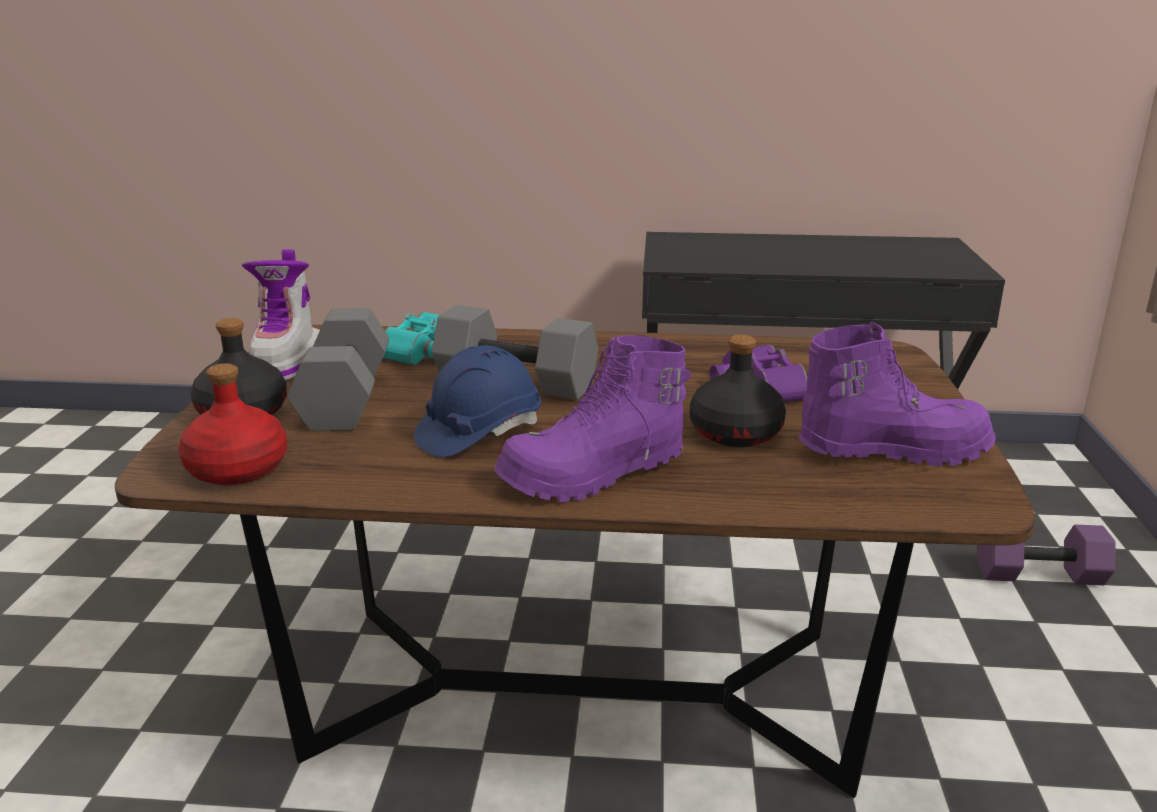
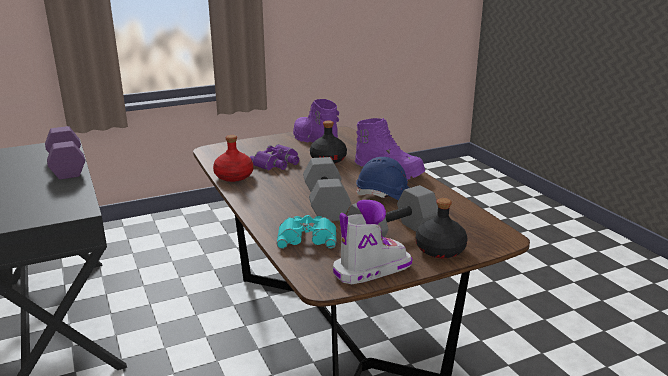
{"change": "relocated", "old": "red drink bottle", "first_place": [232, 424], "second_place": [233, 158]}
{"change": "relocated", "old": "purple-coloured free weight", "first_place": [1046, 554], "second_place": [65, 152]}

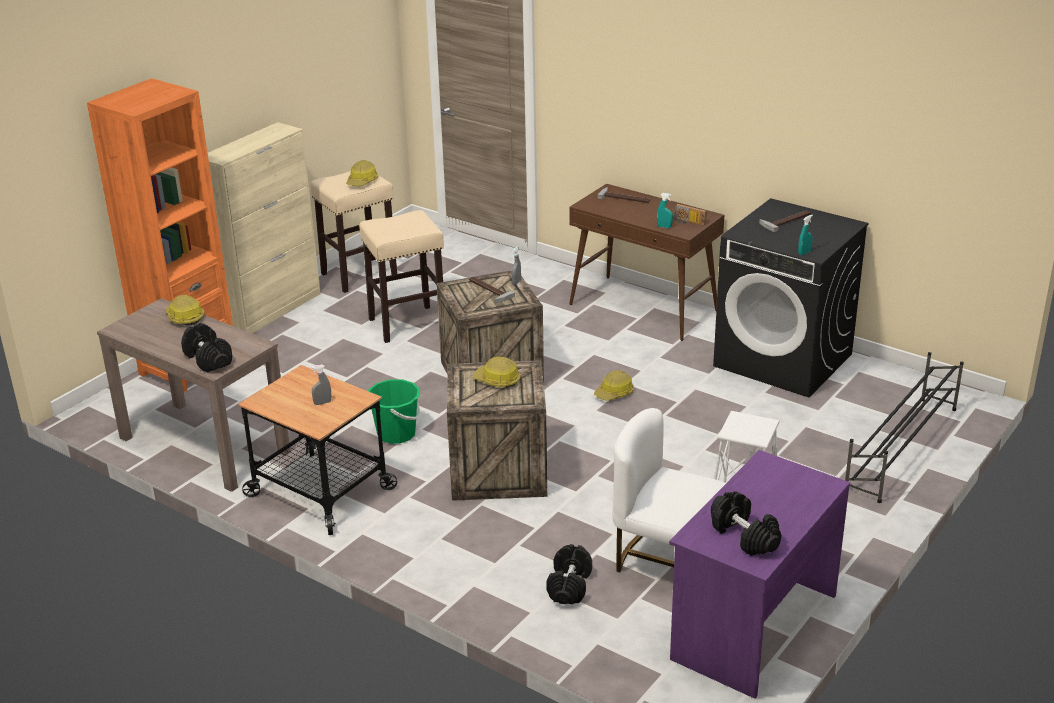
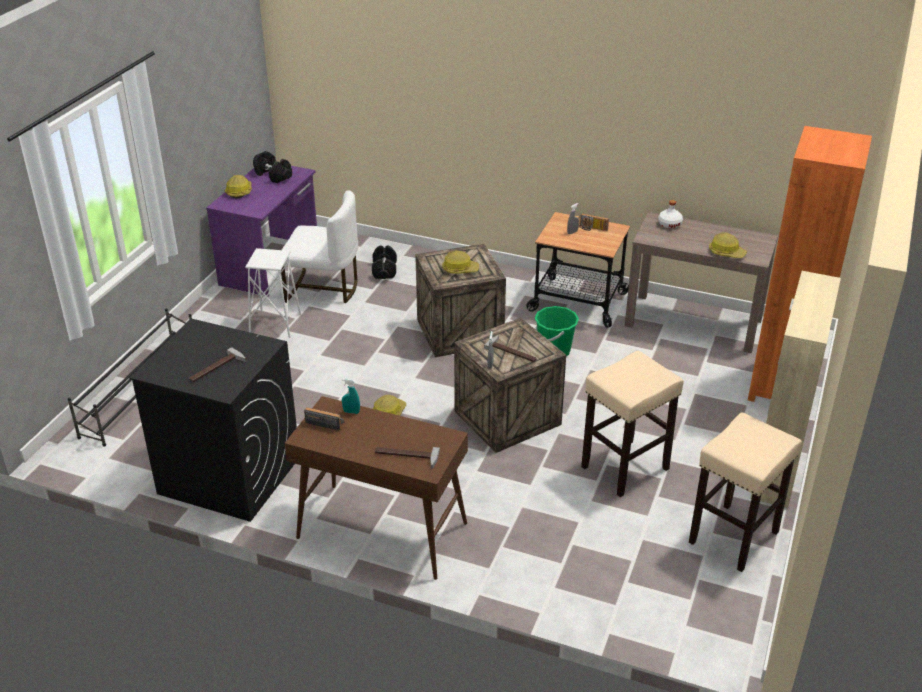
{"change": "missing", "old": "blue-green hand sprayer", "first_place": [805, 235]}
{"change": "appeared", "new": "radio", "second_place": [593, 222]}
{"change": "relocated", "old": "work helmet", "first_place": [362, 173], "second_place": [238, 187]}
{"change": "exchanged", "old": "black-coloured free weight", "new": "white-coloured drink bottle", "first_place": [206, 348], "second_place": [670, 214]}

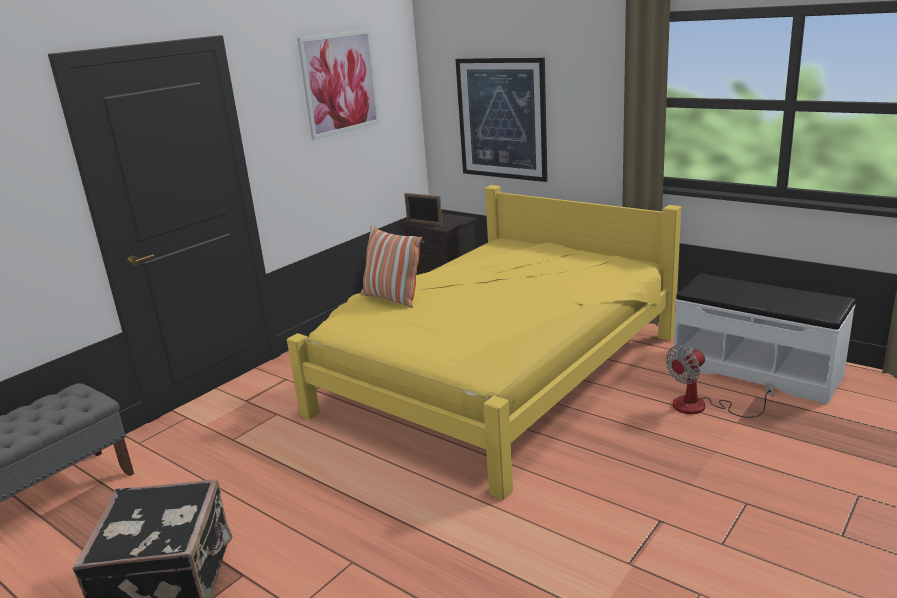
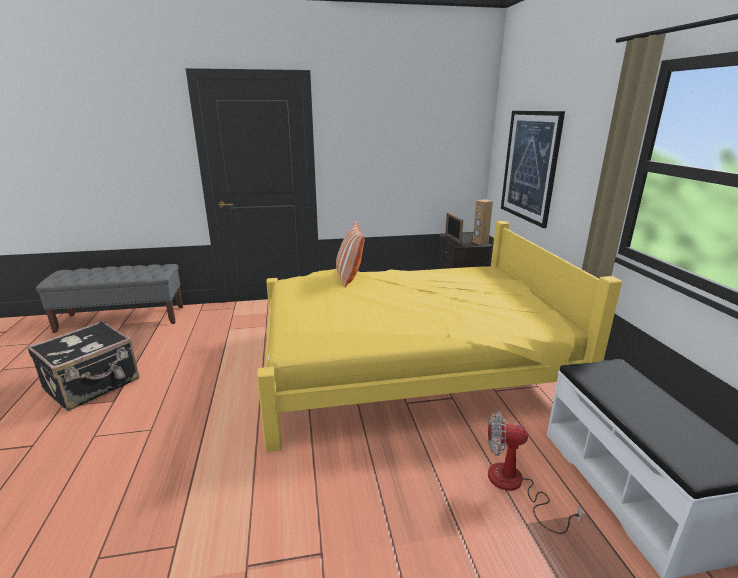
{"change": "missing", "old": "wall art", "first_place": [338, 84]}
{"change": "appeared", "new": "brown-coloured loudspeaker", "second_place": [483, 222]}

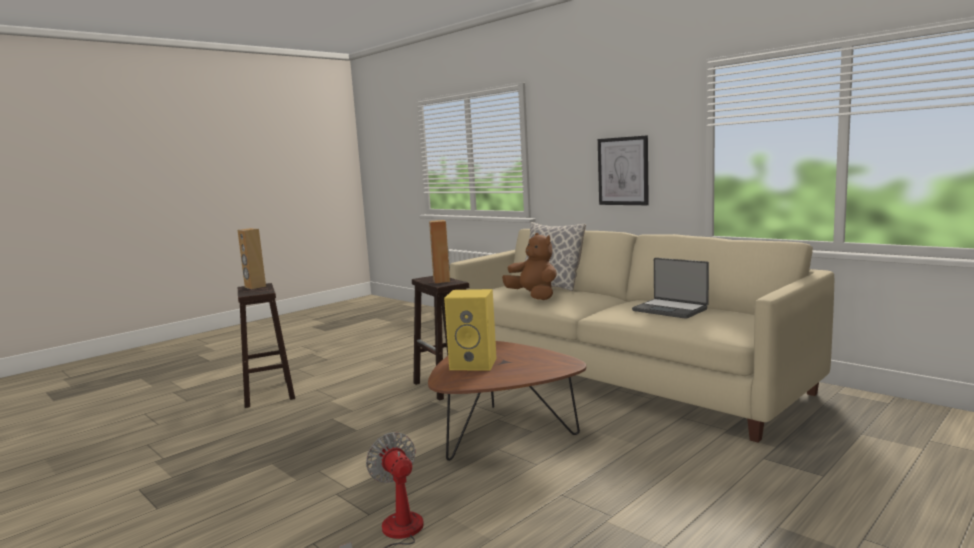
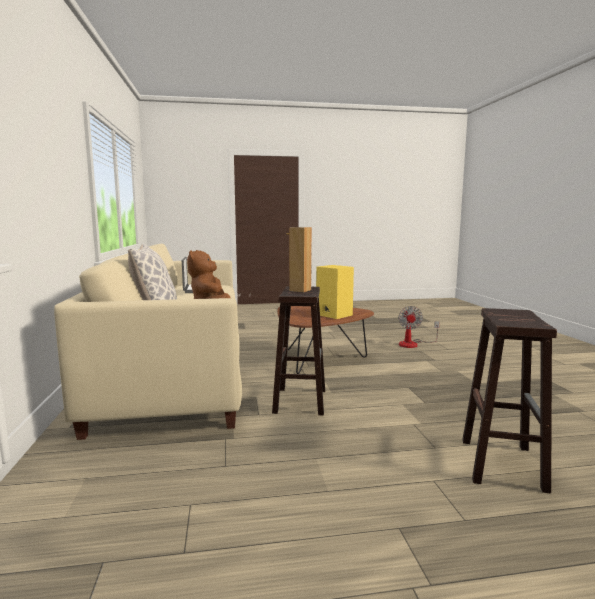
{"change": "missing", "old": "brown-coloured loudspeaker", "first_place": [252, 258]}
{"change": "missing", "old": "wall art", "first_place": [623, 170]}

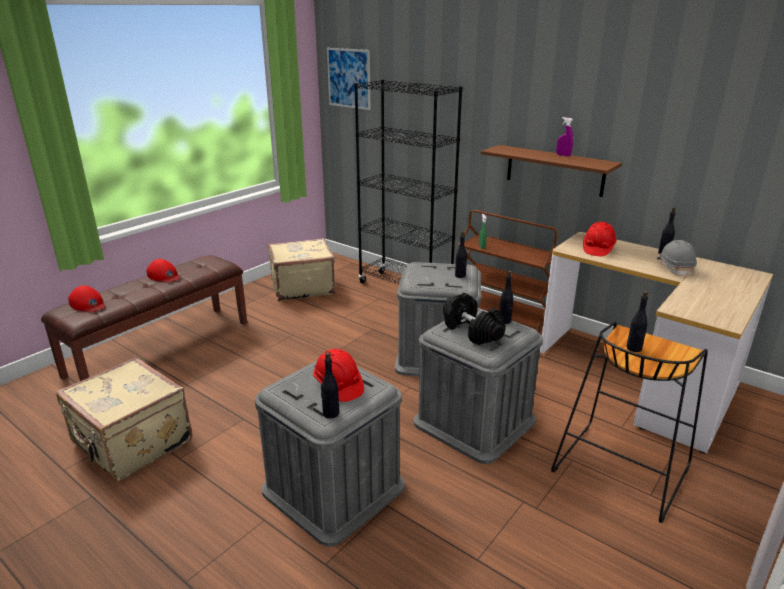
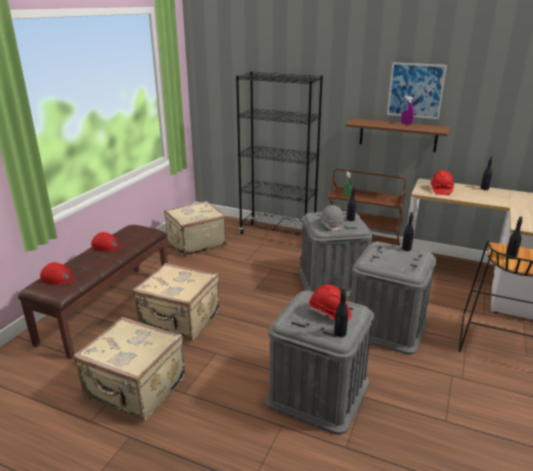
{"change": "missing", "old": "black-coloured free weight", "first_place": [474, 319]}
{"change": "appeared", "new": "beige piece of luggage", "second_place": [176, 301]}
{"change": "relocated", "old": "wall art", "first_place": [348, 79], "second_place": [417, 90]}
{"change": "relocated", "old": "gray work helmet", "first_place": [677, 258], "second_place": [332, 218]}

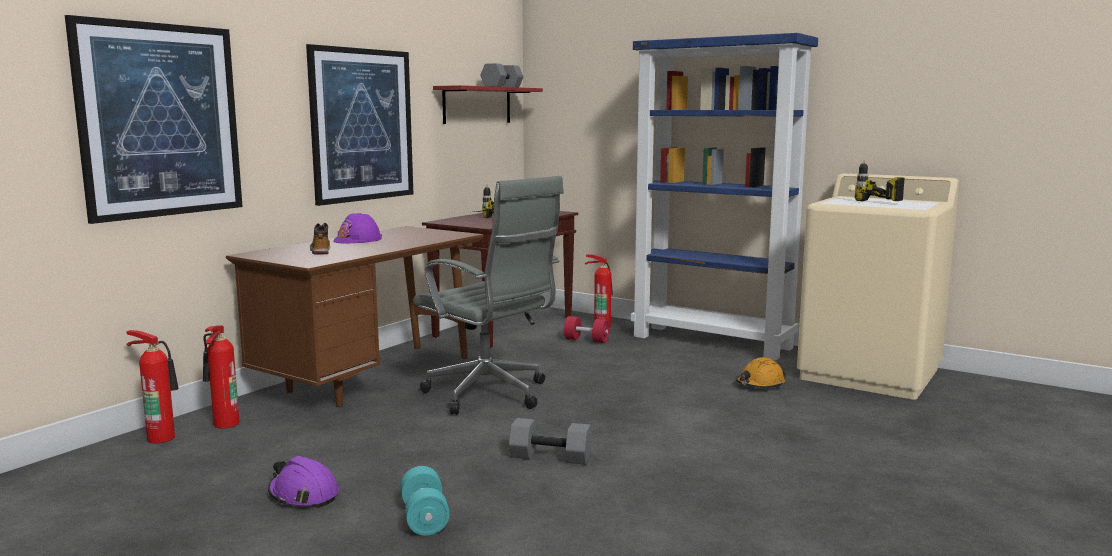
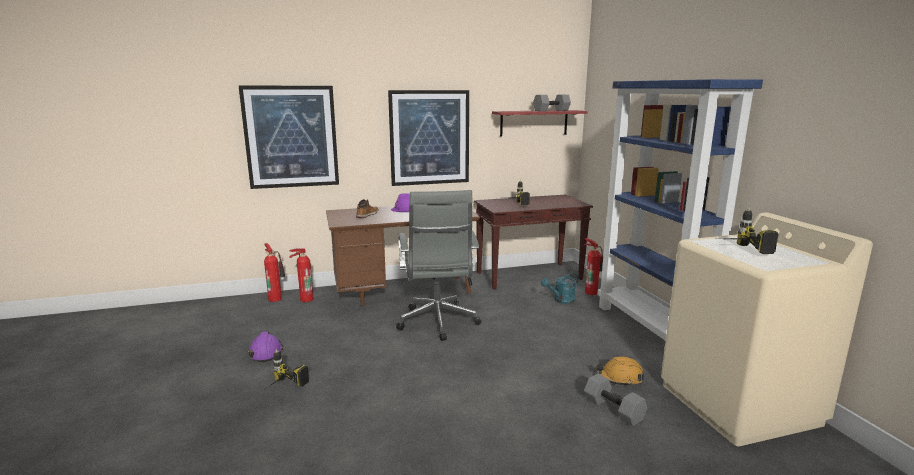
{"change": "relocated", "old": "gray free weight", "first_place": [550, 441], "second_place": [615, 400]}
{"change": "exchanged", "old": "blue-green free weight", "new": "electric drill", "first_place": [425, 501], "second_place": [288, 368]}
{"change": "exchanged", "old": "red free weight", "new": "blue-green sprinkling can", "first_place": [586, 329], "second_place": [560, 288]}

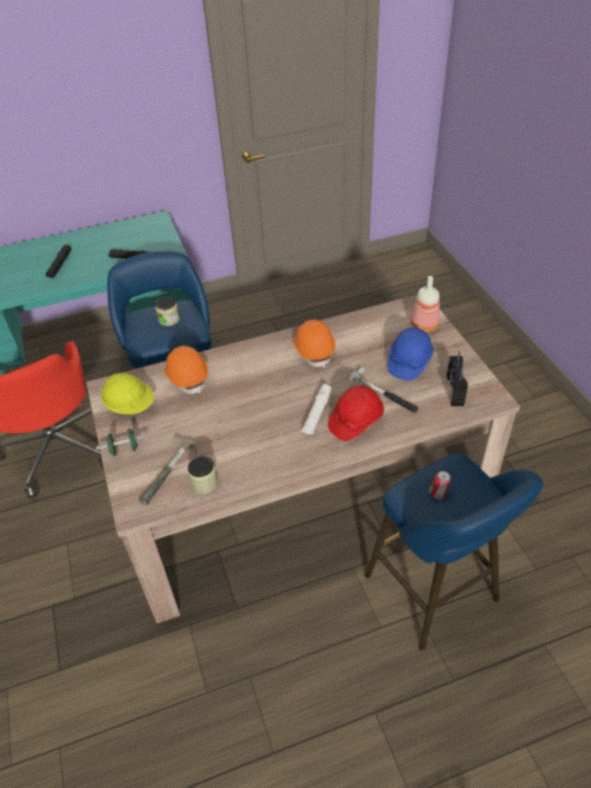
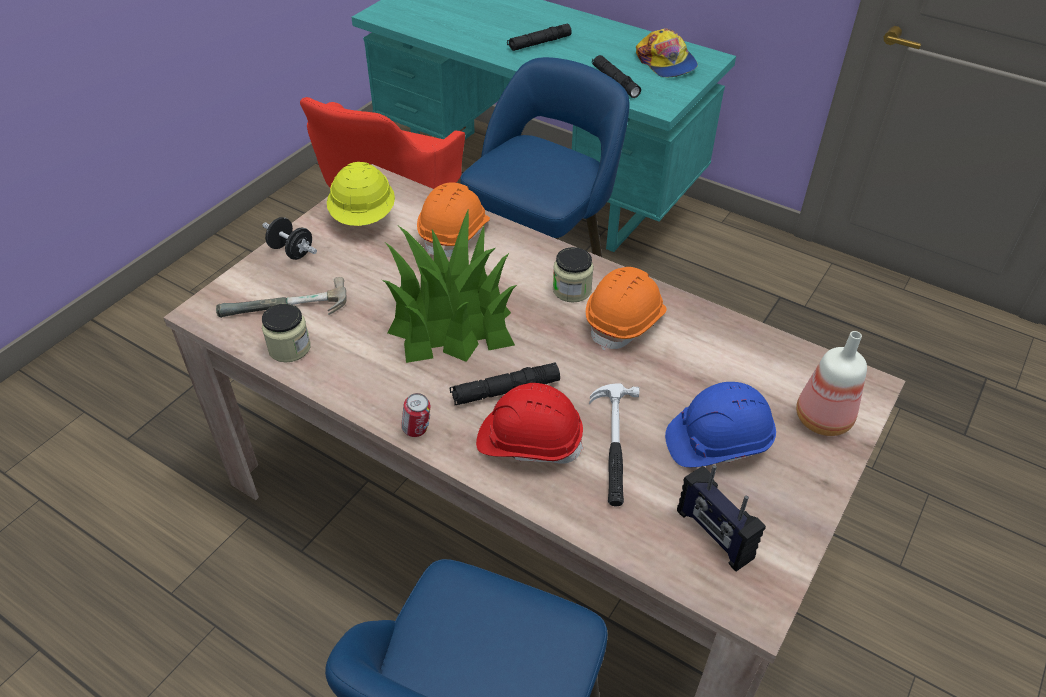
{"change": "appeared", "new": "plant in a pot", "second_place": [449, 286]}
{"change": "appeared", "new": "peaked cap", "second_place": [667, 52]}
{"change": "relocated", "old": "jar", "first_place": [168, 311], "second_place": [573, 274]}
{"change": "relocated", "old": "can", "first_place": [440, 485], "second_place": [415, 415]}
{"change": "colour", "old": "greenish free weight", "new": "black-coloured free weight", "first_place": [121, 442], "second_place": [290, 238]}
{"change": "colour", "old": "white-coloured torch", "new": "black-coloured torch", "first_place": [317, 409], "second_place": [505, 383]}
{"change": "spun", "old": "radio", "first_place": [457, 378], "second_place": [721, 518], "degrees": -90}

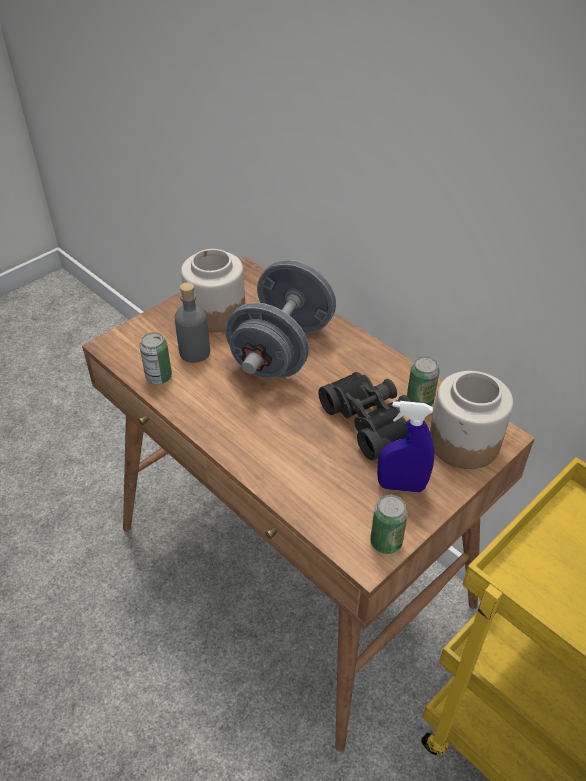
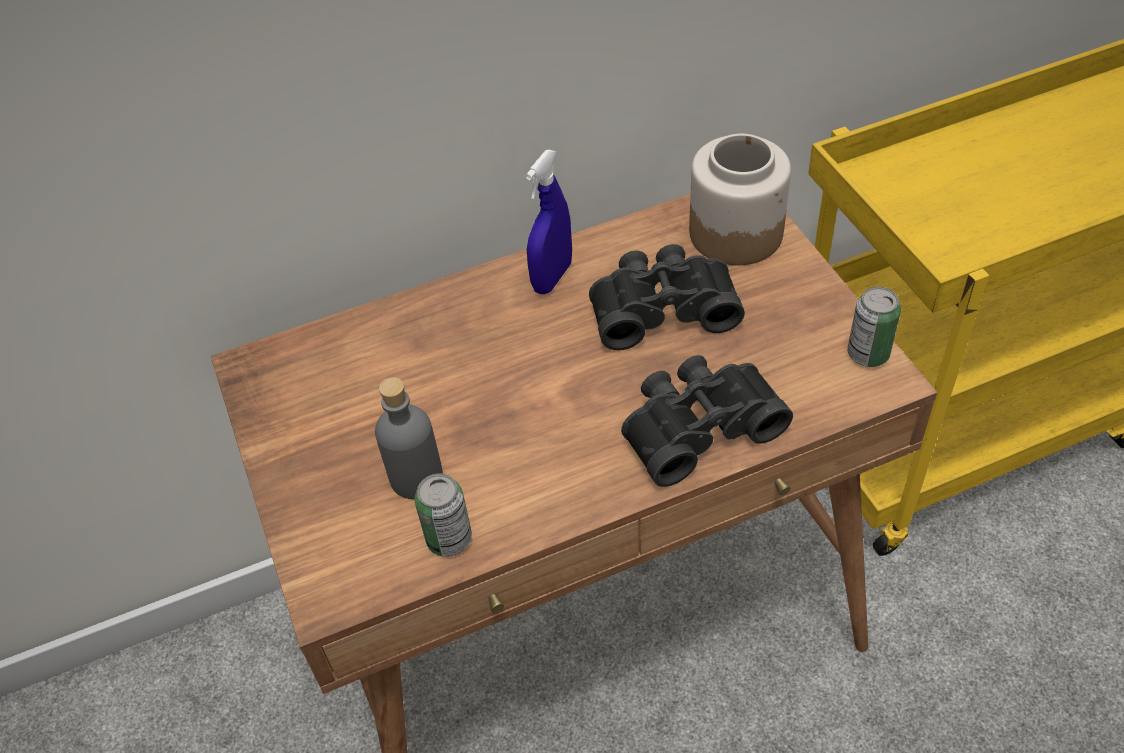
{"change": "missing", "old": "jar", "first_place": [213, 290]}
{"change": "missing", "old": "gray free weight", "first_place": [280, 319]}
{"change": "missing", "old": "can", "first_place": [423, 381]}
{"change": "appeared", "new": "black-coloured field glasses", "second_place": [707, 421]}
{"change": "relocated", "old": "blue hand sprayer", "first_place": [406, 446], "second_place": [549, 222]}

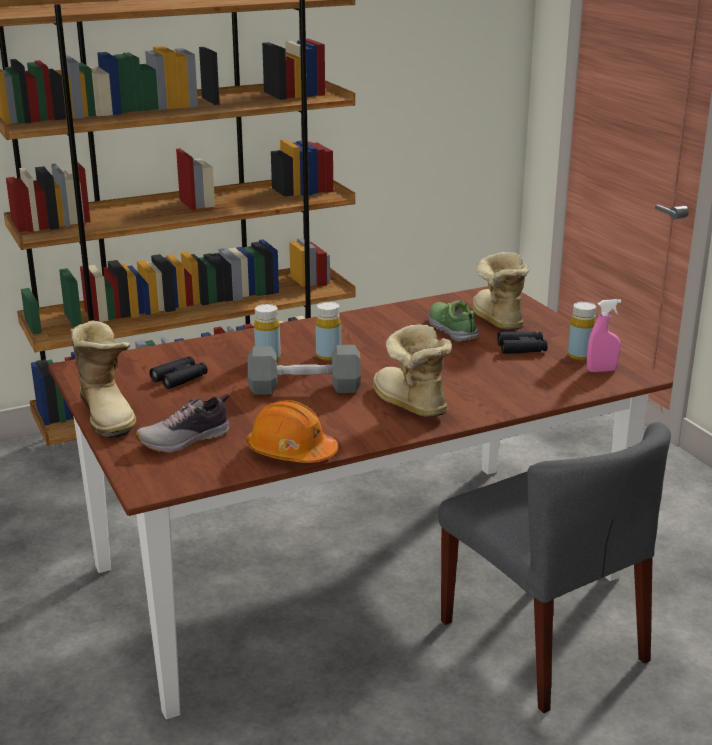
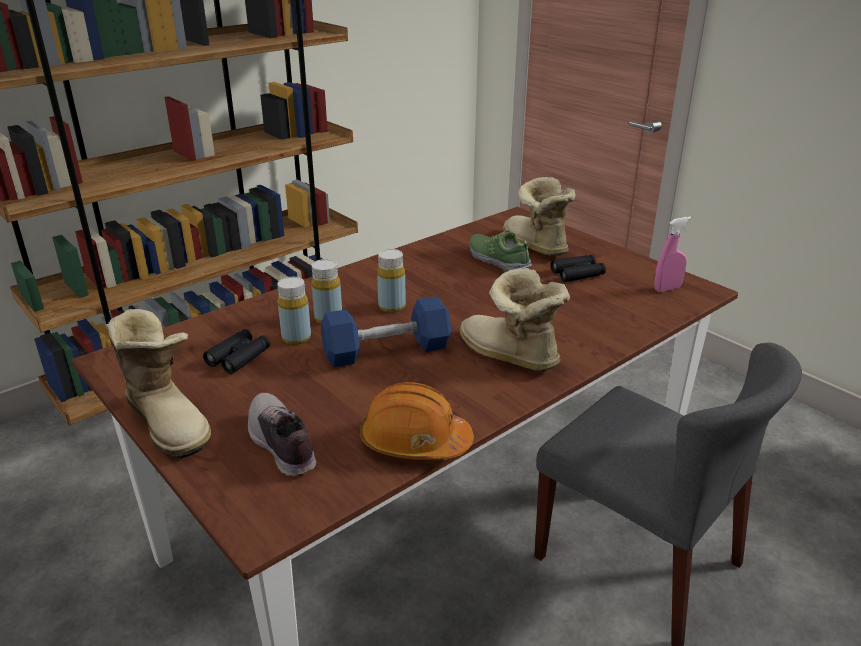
{"change": "relocated", "old": "yellowish drink bottle", "first_place": [582, 331], "second_place": [294, 311]}
{"change": "colour", "old": "gray free weight", "new": "blue free weight", "first_place": [304, 370], "second_place": [386, 331]}
{"change": "spun", "old": "low shoe", "first_place": [182, 423], "second_place": [282, 434], "degrees": 105}

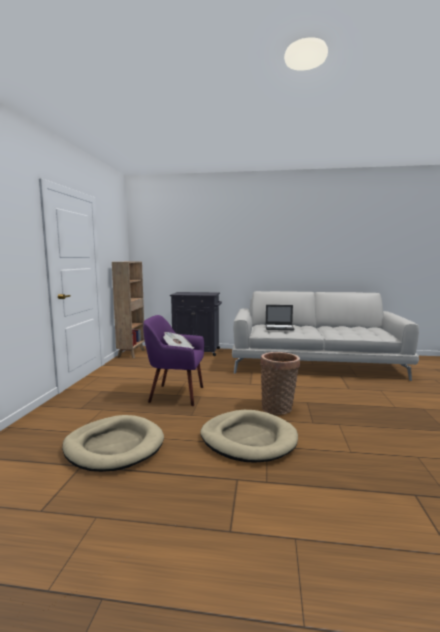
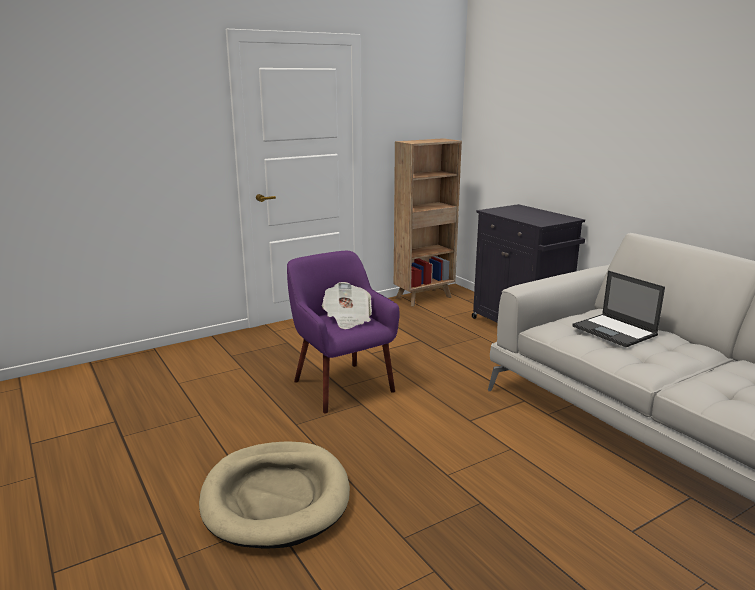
{"change": "missing", "old": "beige dog cushion", "first_place": [113, 443]}
{"change": "missing", "old": "storage basket", "first_place": [280, 383]}

